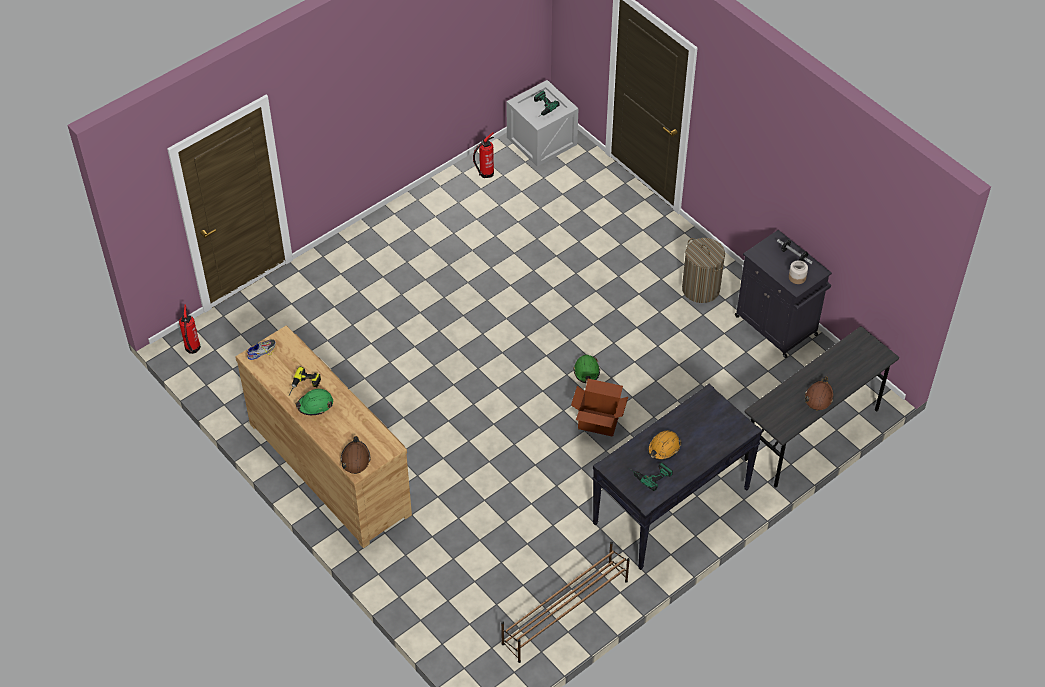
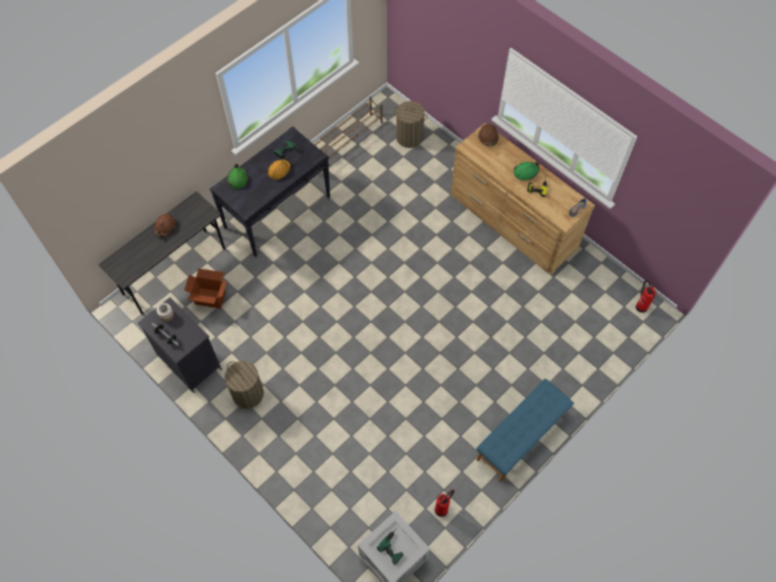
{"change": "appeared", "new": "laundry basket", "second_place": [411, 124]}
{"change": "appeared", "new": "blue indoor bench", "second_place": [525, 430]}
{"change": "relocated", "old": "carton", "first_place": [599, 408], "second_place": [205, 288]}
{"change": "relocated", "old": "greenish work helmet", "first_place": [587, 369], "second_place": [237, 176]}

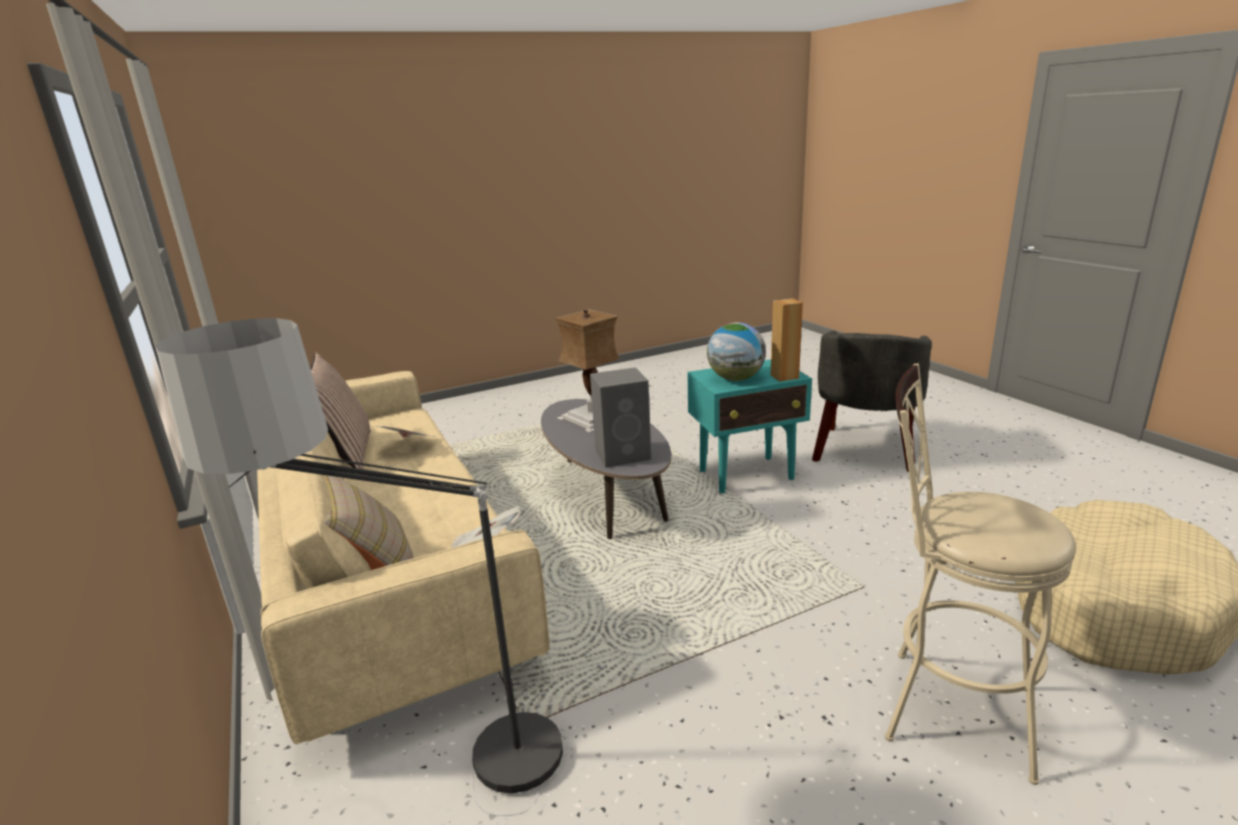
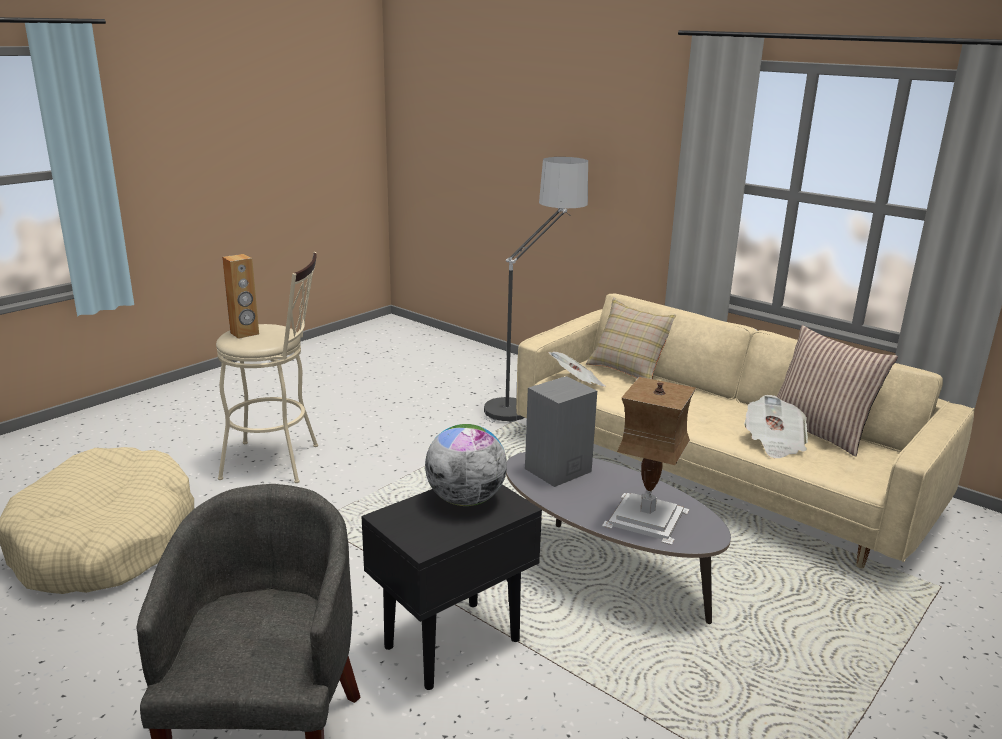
{"change": "relocated", "old": "brown-coloured loudspeaker", "first_place": [786, 340], "second_place": [240, 296]}
{"change": "colour", "old": "blue-green side table", "new": "black-coloured side table", "first_place": [749, 426], "second_place": [451, 587]}

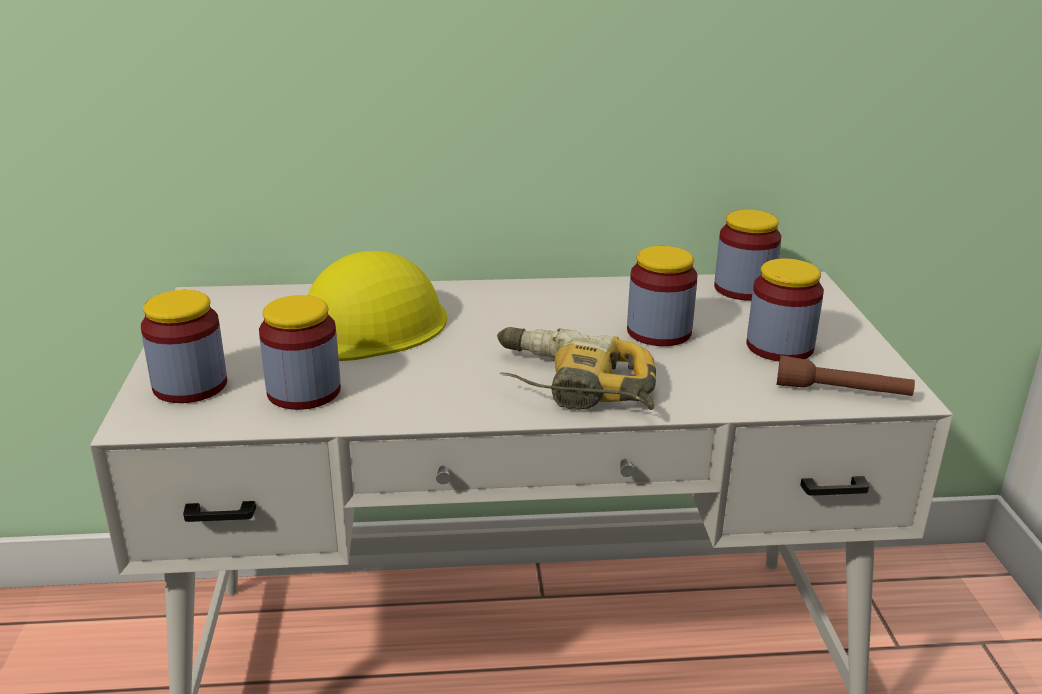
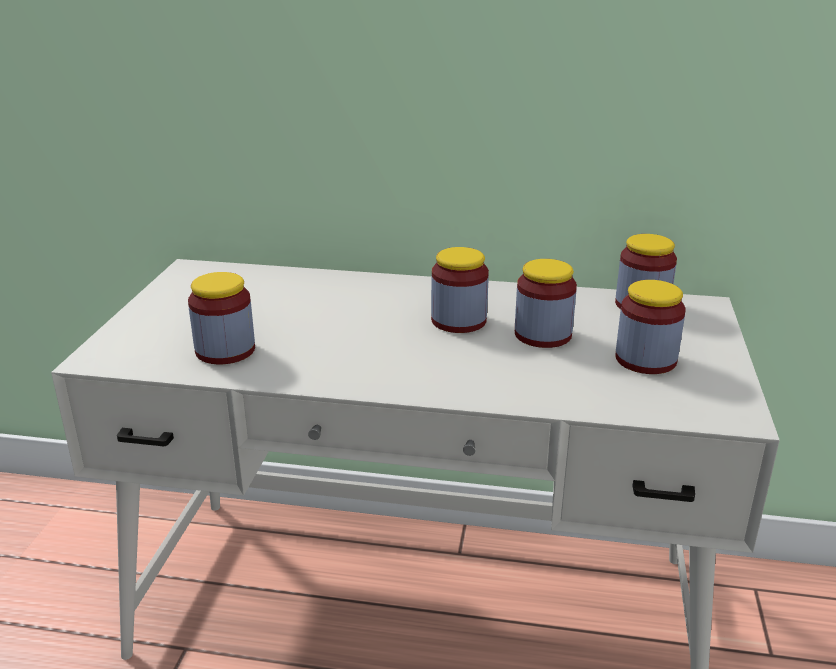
{"change": "missing", "old": "yellowish work helmet", "first_place": [377, 306]}
{"change": "missing", "old": "electric drill", "first_place": [576, 368]}
{"change": "missing", "old": "brown-coloured torch", "first_place": [846, 375]}
{"change": "relocated", "old": "jar", "first_place": [184, 346], "second_place": [460, 290]}

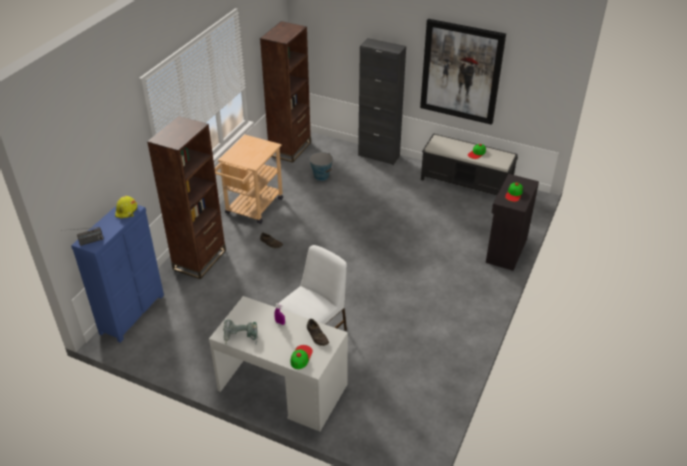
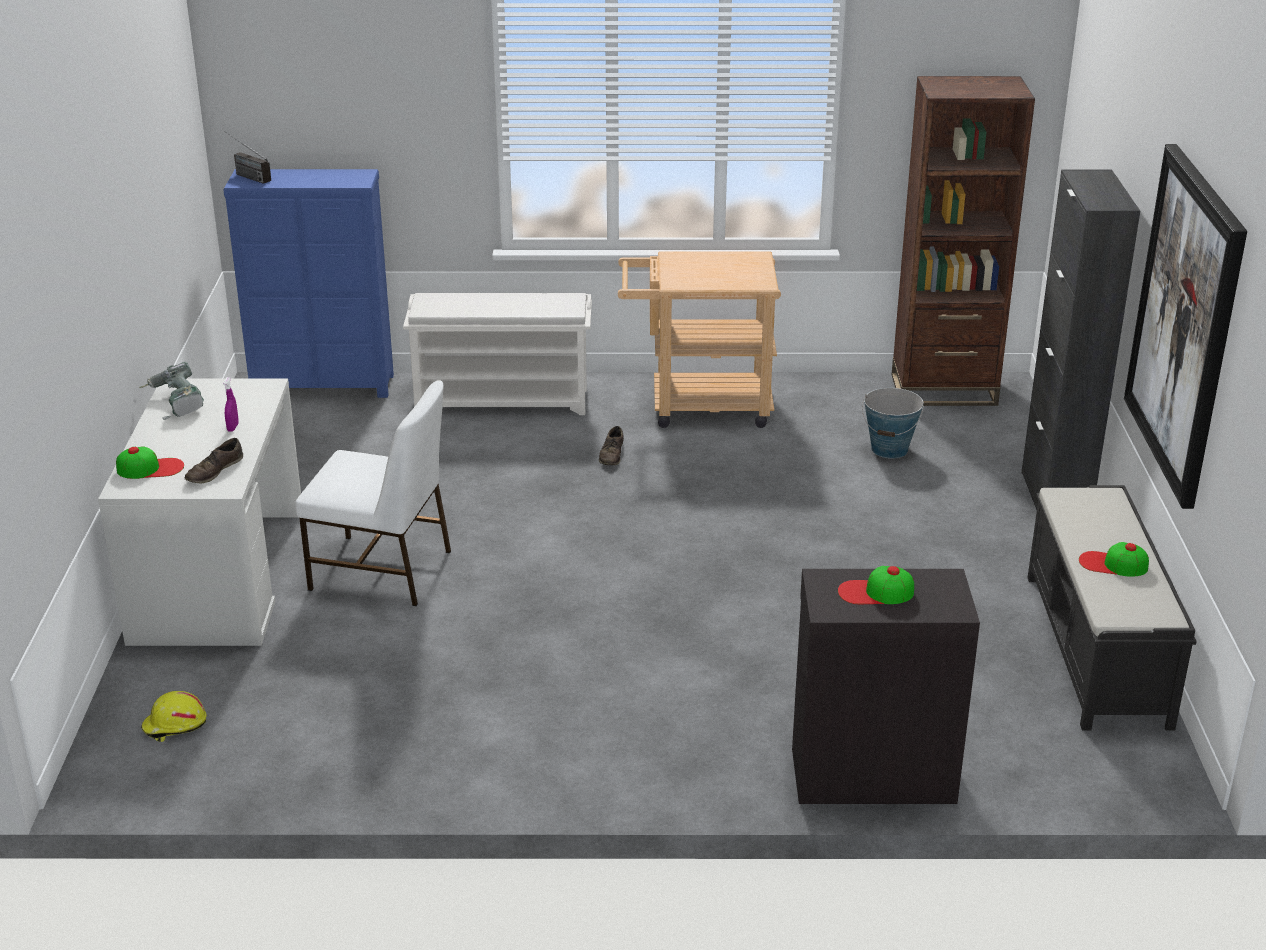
{"change": "relocated", "old": "yellowish work helmet", "first_place": [126, 207], "second_place": [174, 716]}
{"change": "exchanged", "old": "brown-coloured bookcase", "new": "white-coloured shoe stand", "first_place": [186, 197], "second_place": [497, 354]}

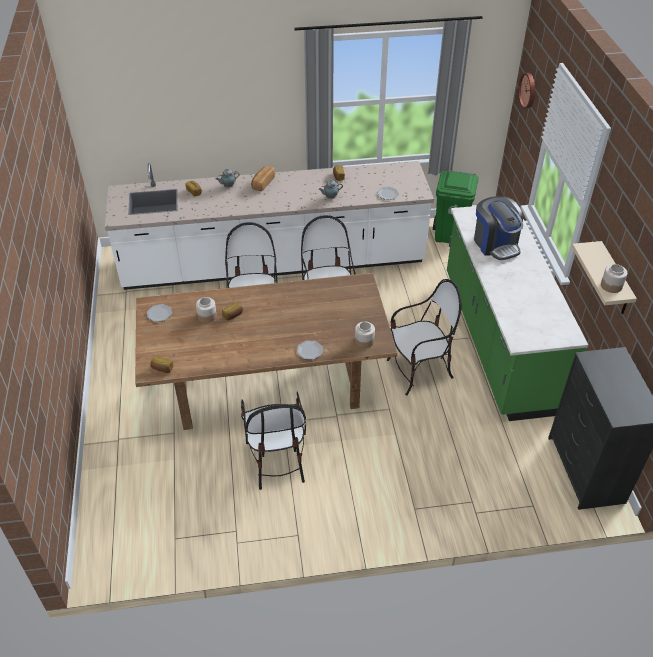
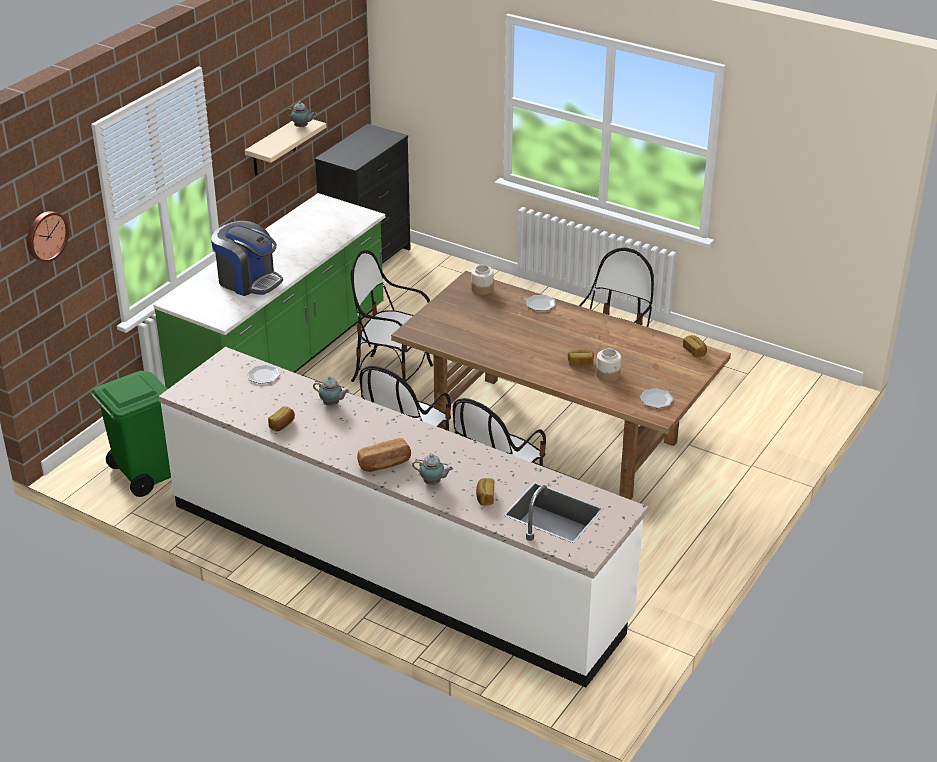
{"change": "exchanged", "old": "jar", "new": "pot for tea", "first_place": [614, 278], "second_place": [301, 114]}
{"change": "spun", "old": "coffee brewer", "first_place": [498, 228], "second_place": [247, 258], "degrees": 105}

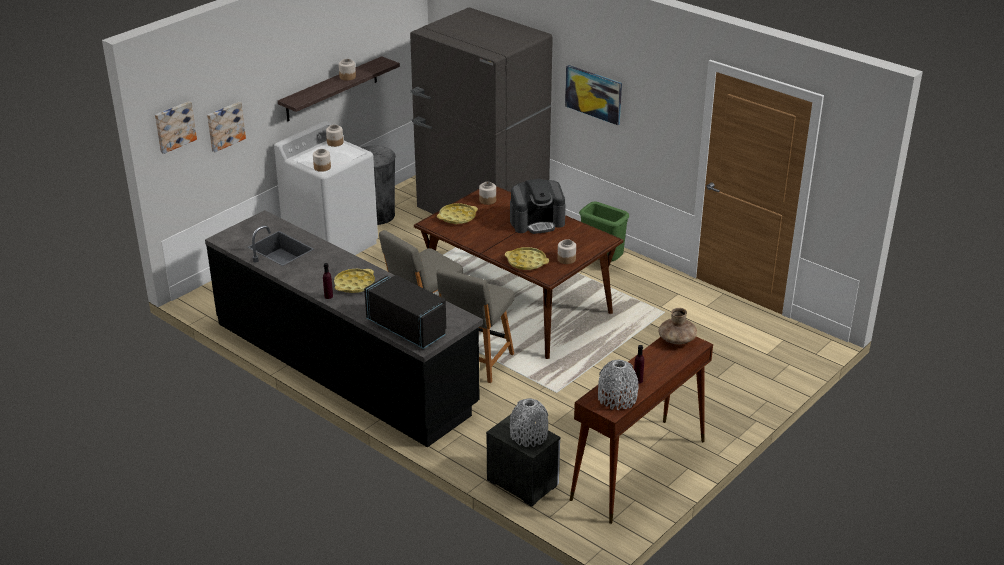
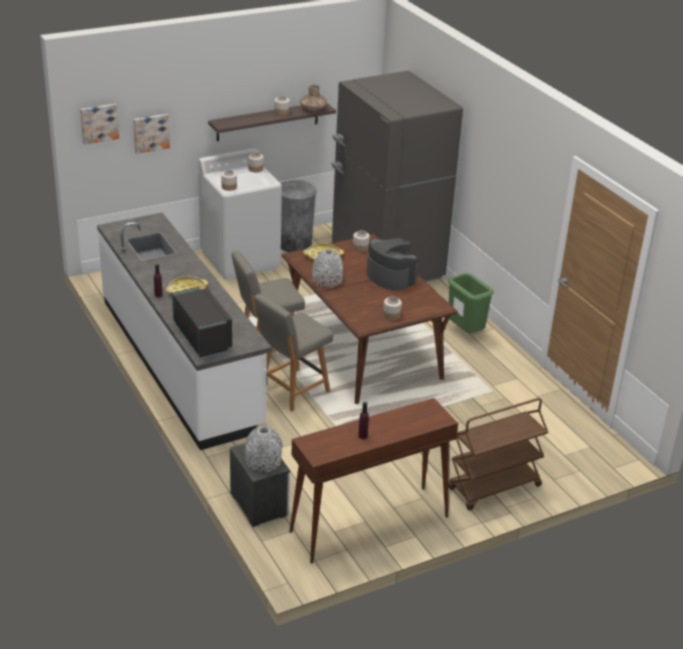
{"change": "missing", "old": "yellowish carrying tray", "first_place": [527, 258]}
{"change": "missing", "old": "wall art", "first_place": [593, 95]}
{"change": "appeared", "new": "brown-coloured wheeled cart", "second_place": [498, 454]}
{"change": "relocated", "old": "gray vase", "first_place": [618, 384], "second_place": [327, 268]}
{"change": "relocated", "old": "brown-coloured vase", "first_place": [678, 326], "second_place": [313, 98]}
{"change": "colour", "old": "black-coloured counter", "new": "white-coloured counter", "first_place": [344, 328], "second_place": [184, 331]}
{"change": "spun", "old": "coffee brewer", "first_place": [538, 206], "second_place": [392, 264], "degrees": -135}

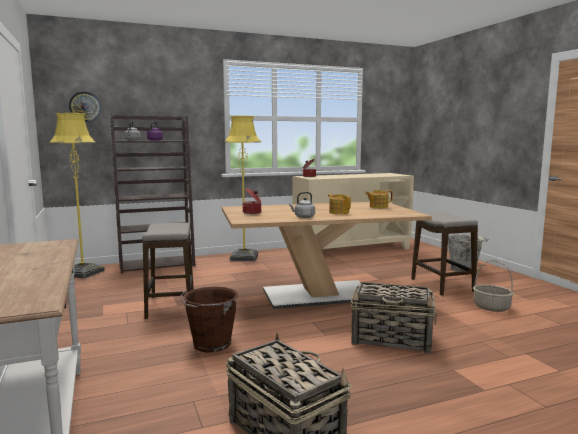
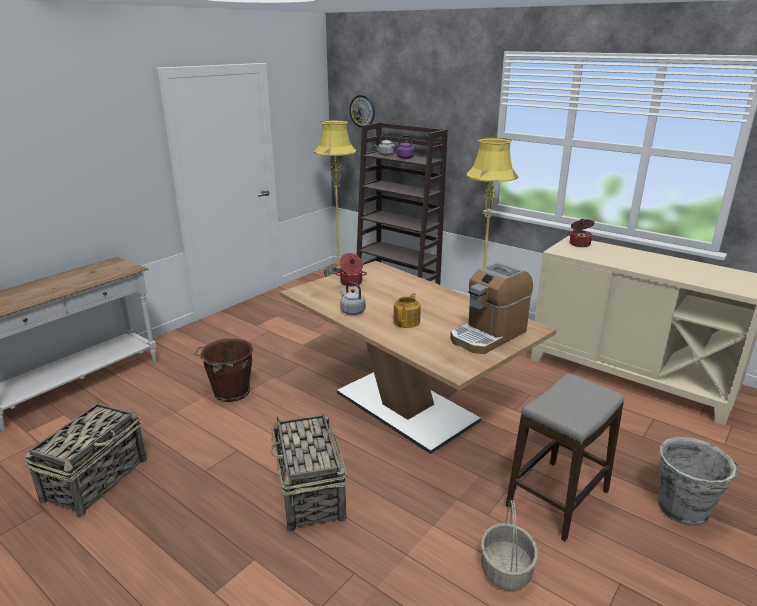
{"change": "missing", "old": "sitting stool", "first_place": [168, 271]}
{"change": "exchanged", "old": "pot for tea", "new": "coffee brewer", "first_place": [379, 199], "second_place": [491, 308]}

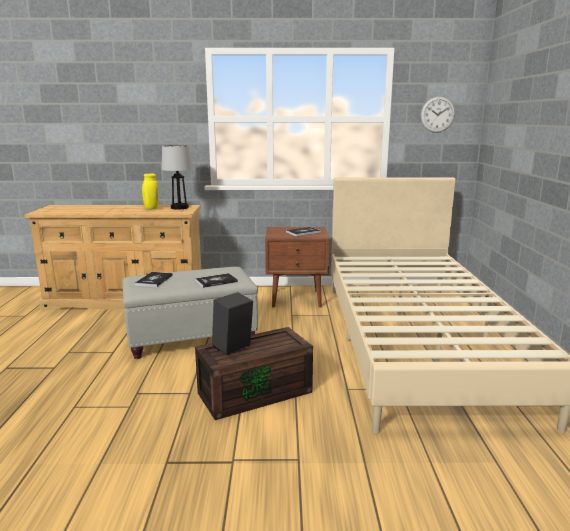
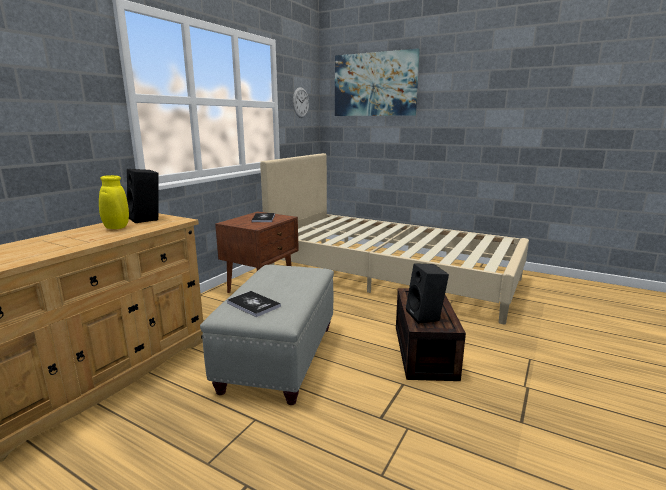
{"change": "missing", "old": "volume", "first_place": [216, 280]}
{"change": "appeared", "new": "wall art", "second_place": [377, 82]}
{"change": "exchanged", "old": "tabletop lamp", "new": "black-coloured loudspeaker", "first_place": [177, 177], "second_place": [143, 196]}

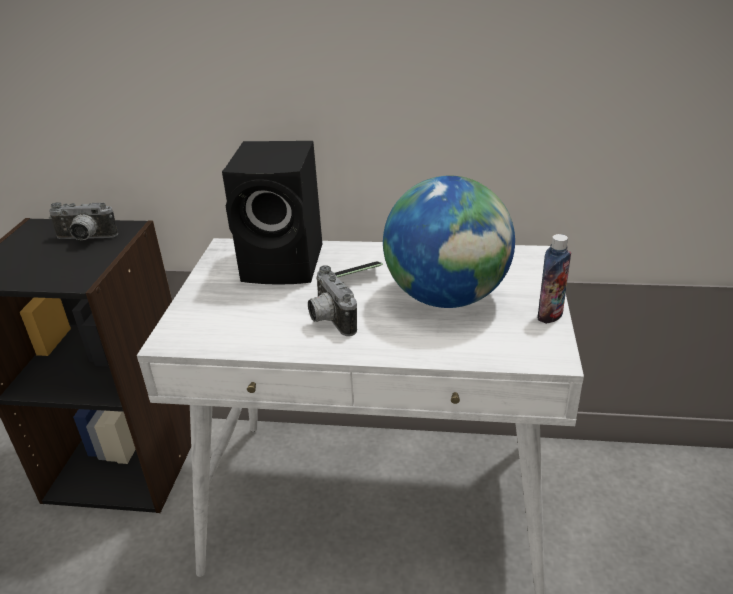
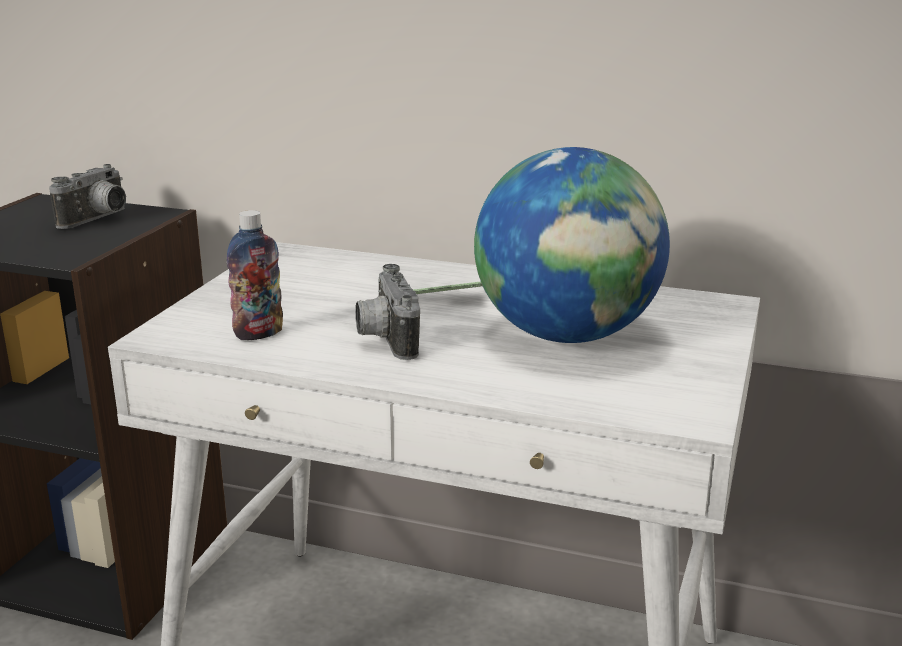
{"change": "missing", "old": "black-coloured loudspeaker", "first_place": [272, 213]}
{"change": "relocated", "old": "drink bottle", "first_place": [554, 279], "second_place": [255, 275]}
{"change": "spun", "old": "photo camera", "first_place": [83, 221], "second_place": [87, 196], "degrees": -75}

